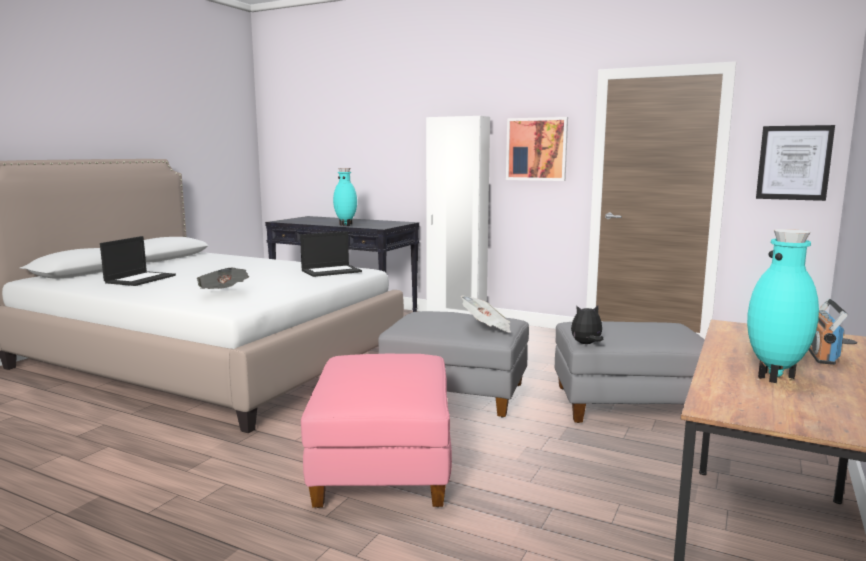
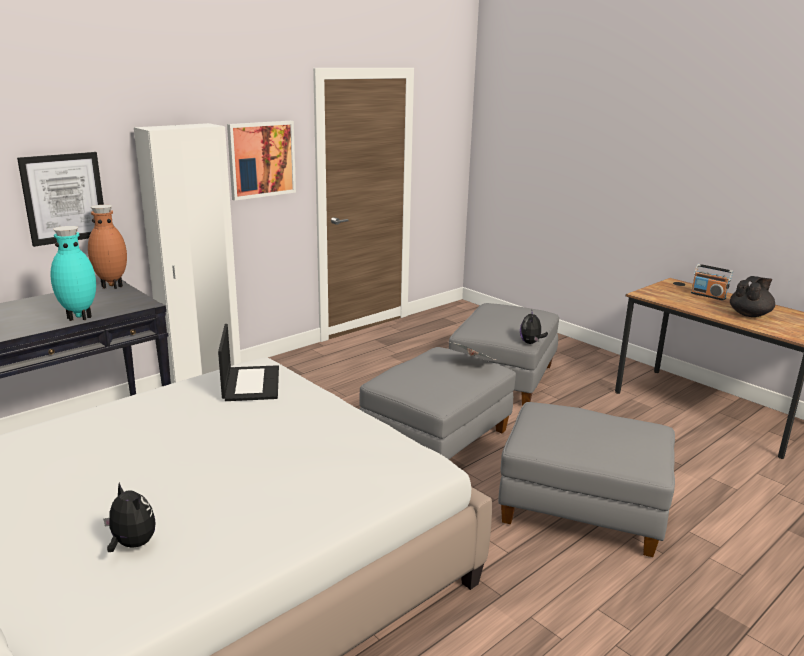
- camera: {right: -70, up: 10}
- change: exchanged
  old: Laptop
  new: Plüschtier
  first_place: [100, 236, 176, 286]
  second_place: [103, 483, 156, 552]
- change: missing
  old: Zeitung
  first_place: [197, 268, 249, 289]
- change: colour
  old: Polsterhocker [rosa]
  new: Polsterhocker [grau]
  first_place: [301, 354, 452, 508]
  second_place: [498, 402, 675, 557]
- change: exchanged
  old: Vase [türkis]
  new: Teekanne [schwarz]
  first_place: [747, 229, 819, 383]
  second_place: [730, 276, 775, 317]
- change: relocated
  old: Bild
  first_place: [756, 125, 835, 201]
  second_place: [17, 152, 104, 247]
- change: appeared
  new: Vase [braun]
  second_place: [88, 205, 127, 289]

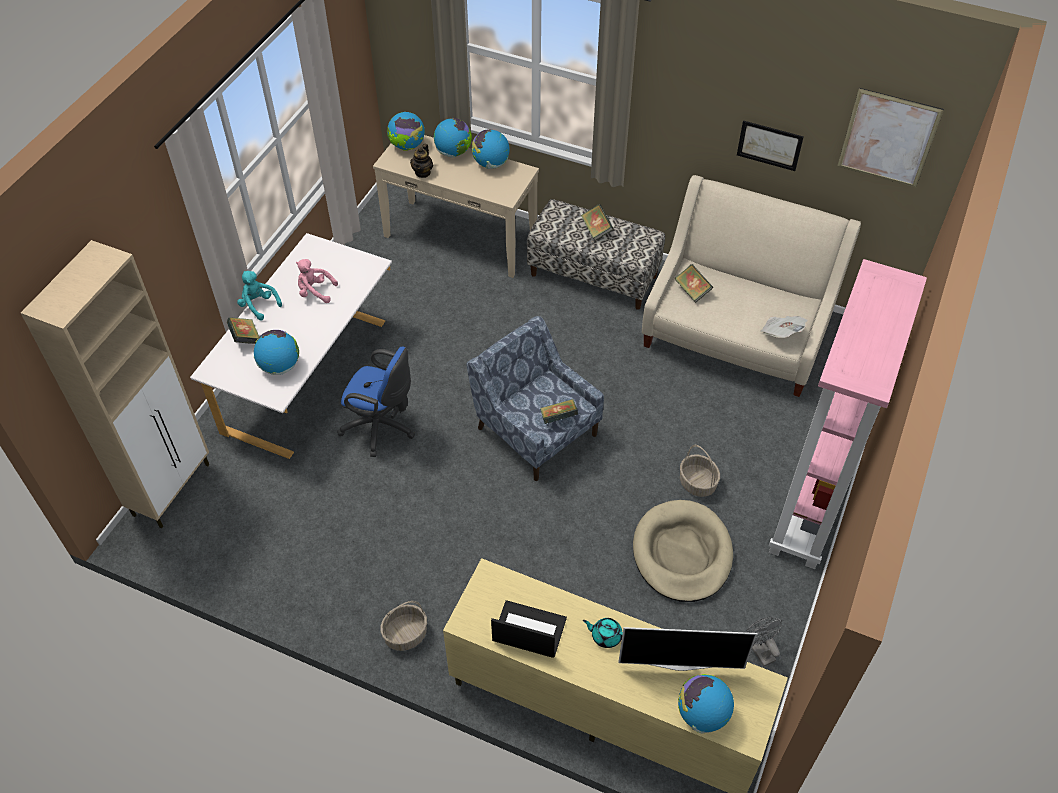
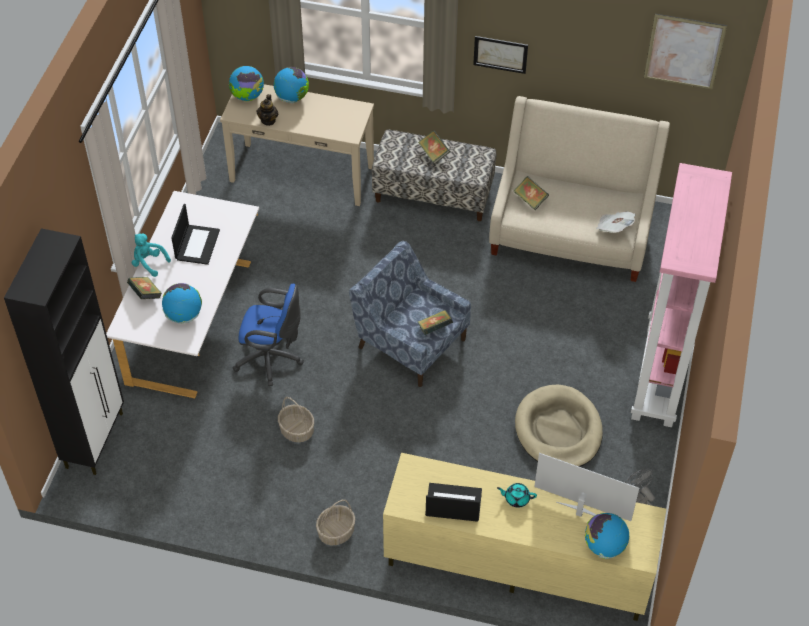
- camera: {right: -10, up: 0}
- change: colour
  old: Schrank [beige]
  new: Schrank [schwarz]
  first_place: [21, 240, 209, 528]
  second_place: [4, 228, 124, 475]
- change: exchanged
  old: Plüschtier [rosa]
  new: Laptop
  first_place: [296, 259, 338, 303]
  second_place: [171, 204, 220, 265]
- change: missing
  old: Globus
  first_place: [472, 129, 510, 169]
- change: spun
  old: Fernseher
  first_place: [618, 627, 757, 671]
  second_place: [534, 453, 639, 521]
  degrees: -150
- change: relocated
  old: Korb
  first_place: [680, 445, 720, 497]
  second_place: [278, 397, 314, 442]
- change: relocated
  old: Bild
  first_place: [737, 121, 804, 171]
  second_place: [473, 36, 528, 74]

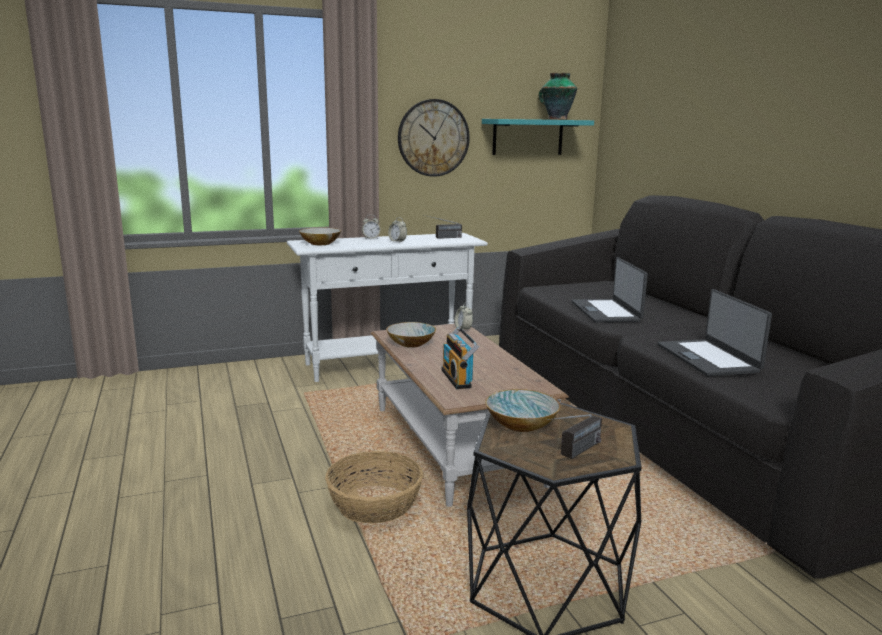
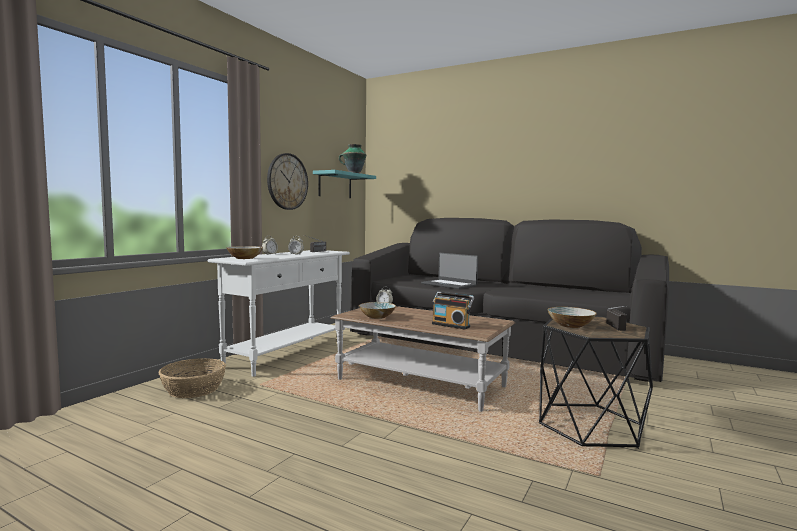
- camera: {right: -40, up: -10}
- change: relocated
  old: Korb
  first_place: [325, 451, 423, 523]
  second_place: [159, 358, 226, 398]
- change: missing
  old: Laptop
  first_place: [658, 289, 772, 376]

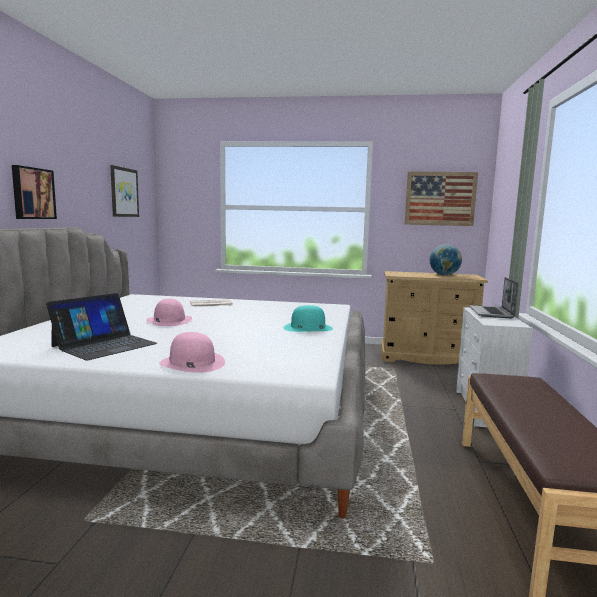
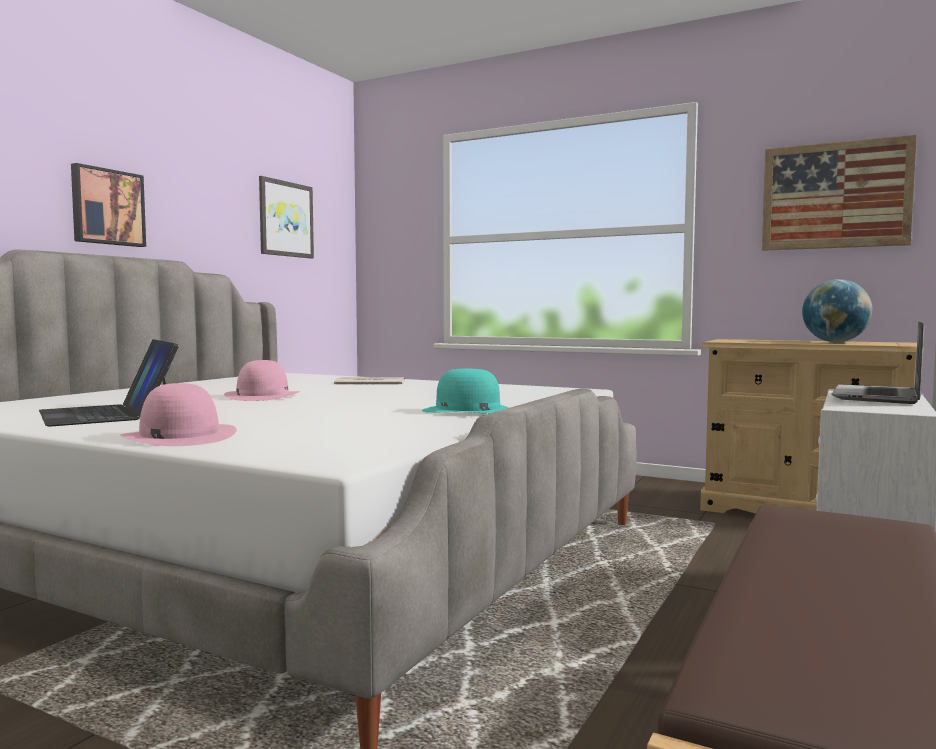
- camera: {right: 20, up: -5}
- change: spun
  old: Laptop
  first_place: [46, 293, 157, 361]
  second_place: [39, 339, 179, 427]
  degrees: 90

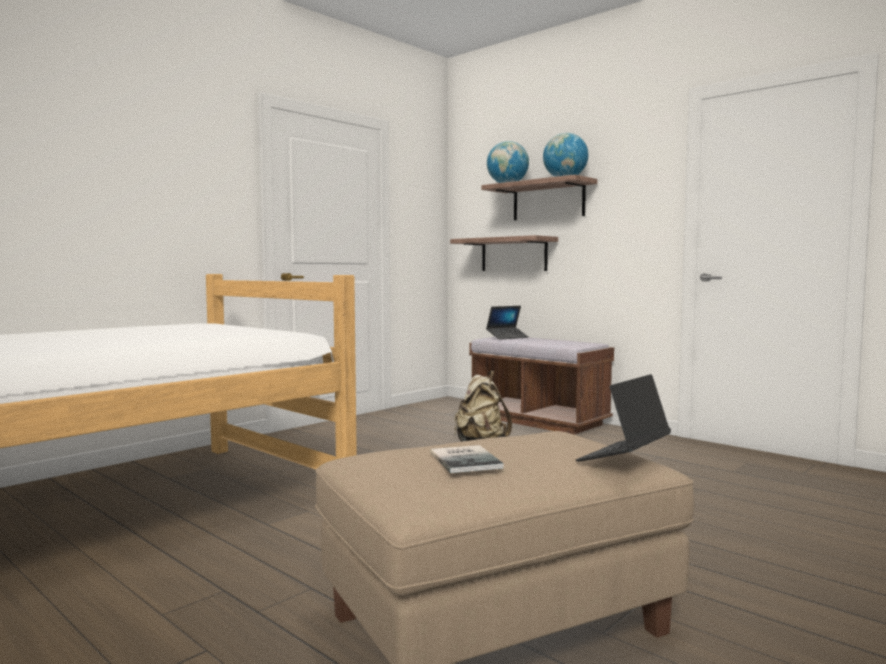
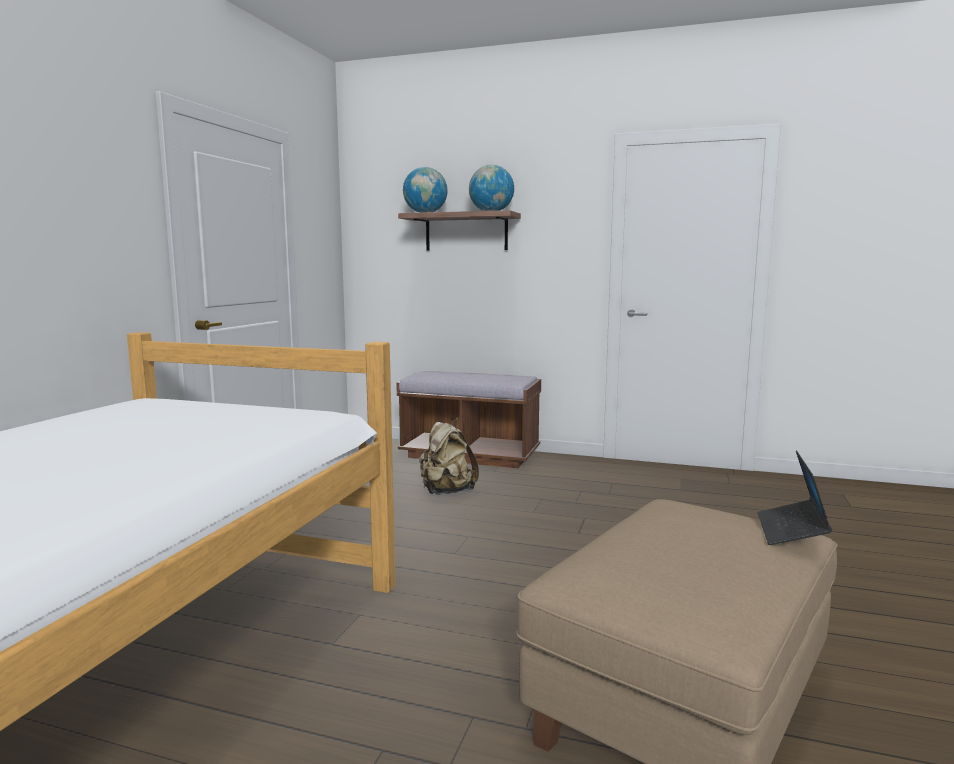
- camera: {right: -25, up: 5}
- change: missing
  old: Buch
  first_place: [431, 445, 504, 473]
- change: missing
  old: Wandregal
  first_place: [450, 235, 558, 271]
- change: missing
  old: Laptop
  first_place: [486, 306, 529, 340]

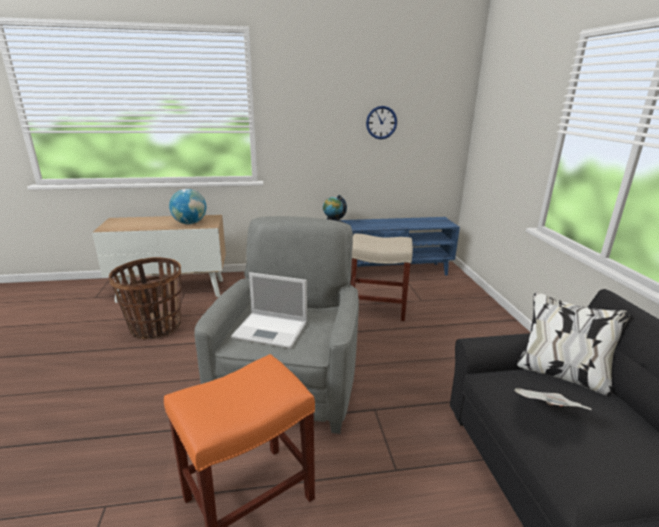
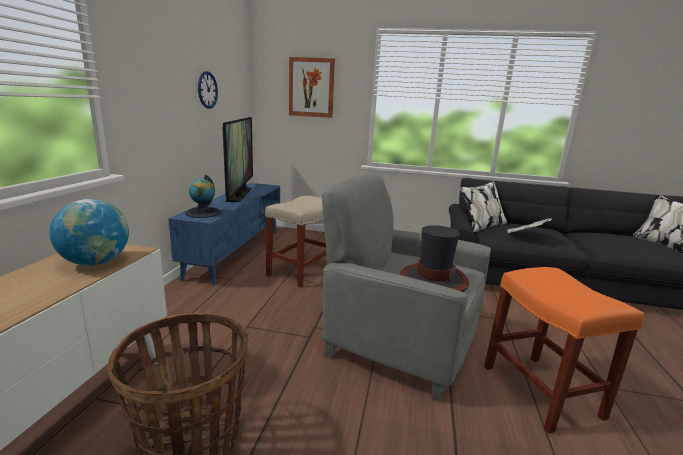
- camera: {right: -70, up: -5}
- change: exchanged
  old: Laptop
  new: Hut
  first_place: [231, 272, 307, 349]
  second_place: [400, 225, 469, 292]
- change: appeared
  new: Fernseher
  second_place: [223, 117, 253, 202]
- change: appeared
  new: Bild
  second_place: [289, 57, 335, 118]

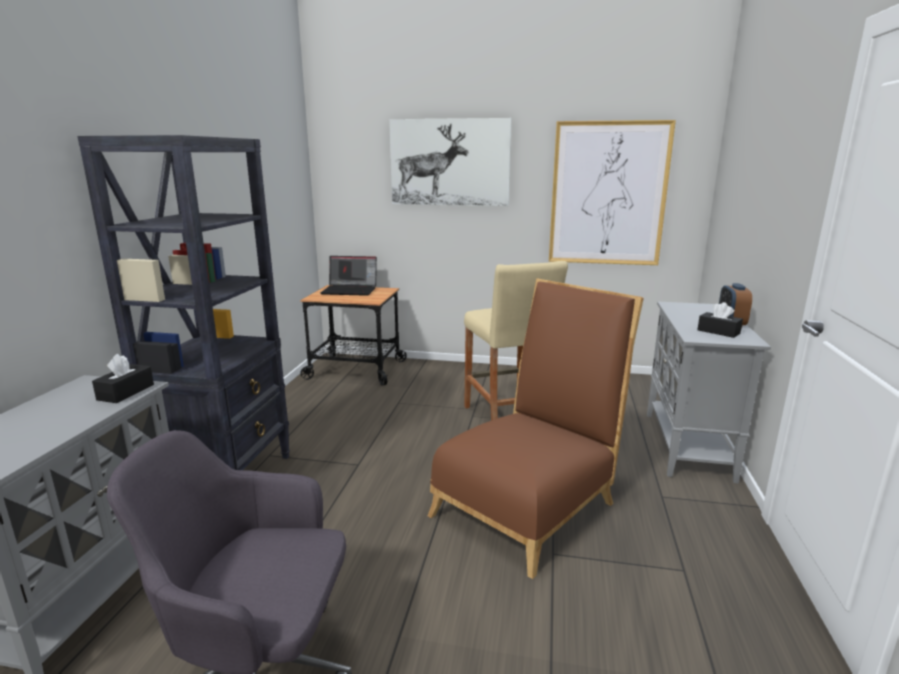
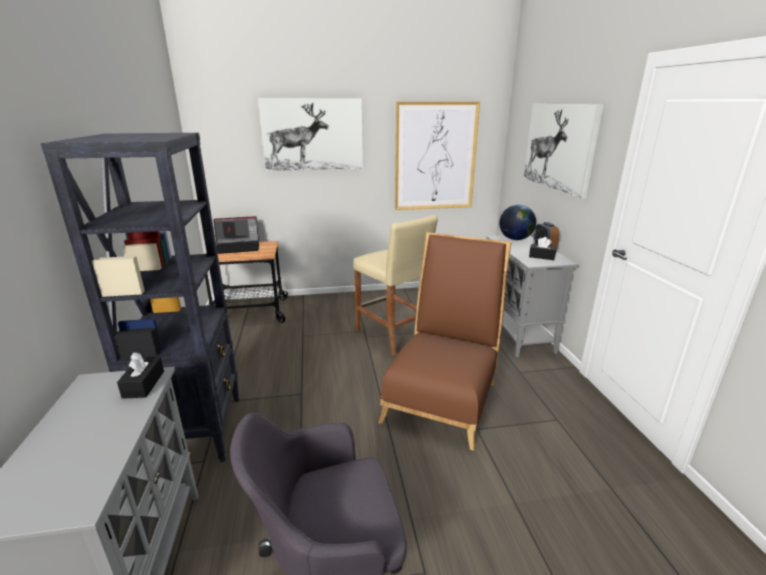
- camera: {right: -20, up: 5}
- change: appeared
  new: Globus
  second_place: [499, 205, 536, 240]
- change: appeared
  new: Bild
  second_place: [524, 104, 604, 199]

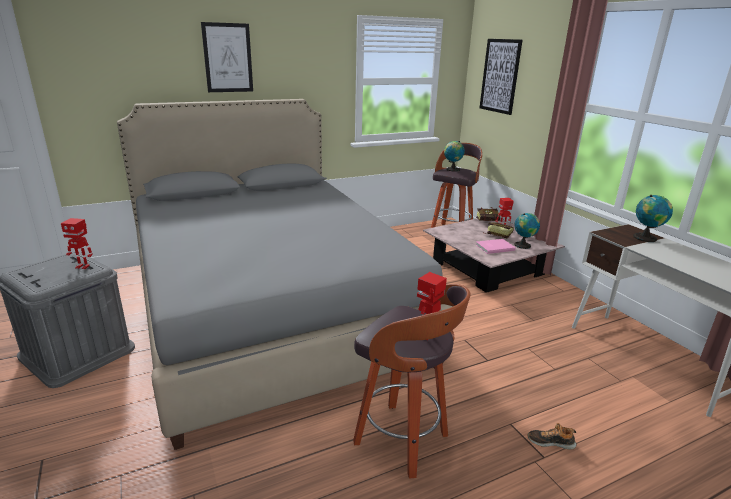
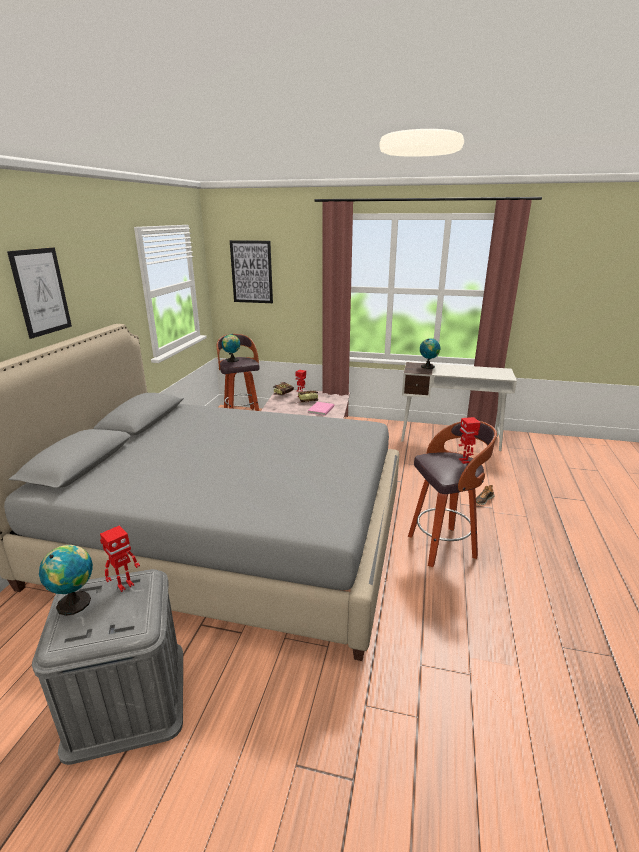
- camera: {right: -50, up: 0}
- change: relocated
  old: Globus
  first_place: [514, 213, 540, 249]
  second_place: [39, 545, 93, 616]

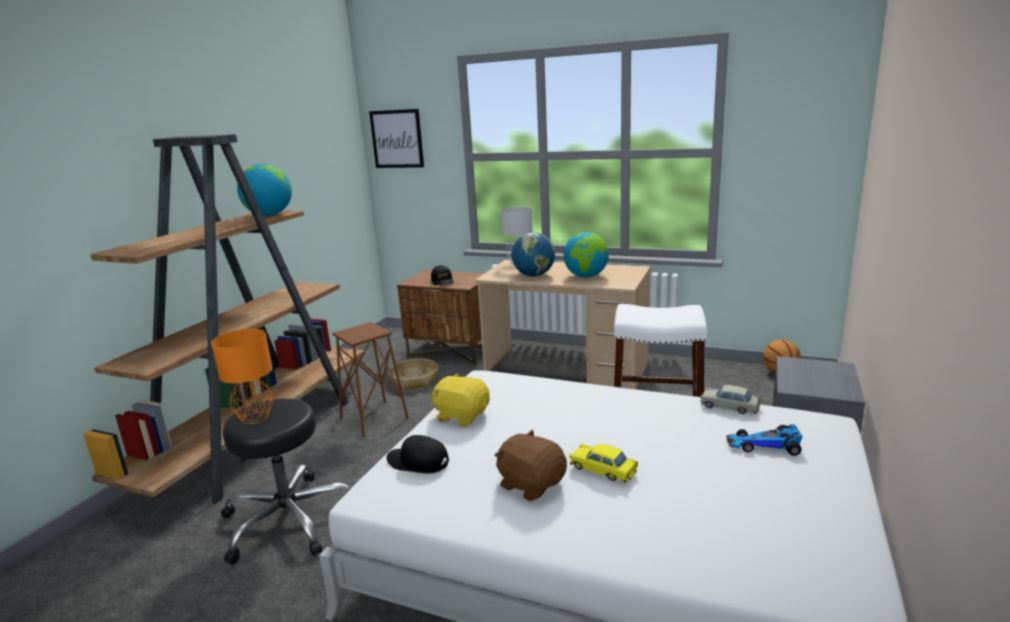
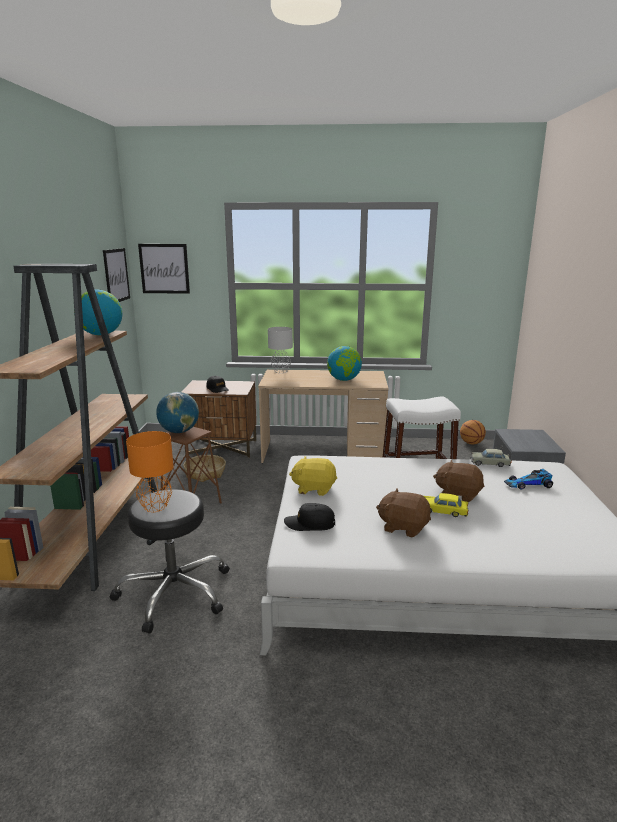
- camera: {right: -20, up: 0}
- change: relocated
  old: Globus
  first_place: [511, 232, 555, 277]
  second_place: [156, 392, 199, 433]
- change: appeared
  new: Bild
  second_place: [103, 248, 130, 302]
- change: appeared
  new: Plüschtier [braun]
  second_place: [433, 460, 484, 502]

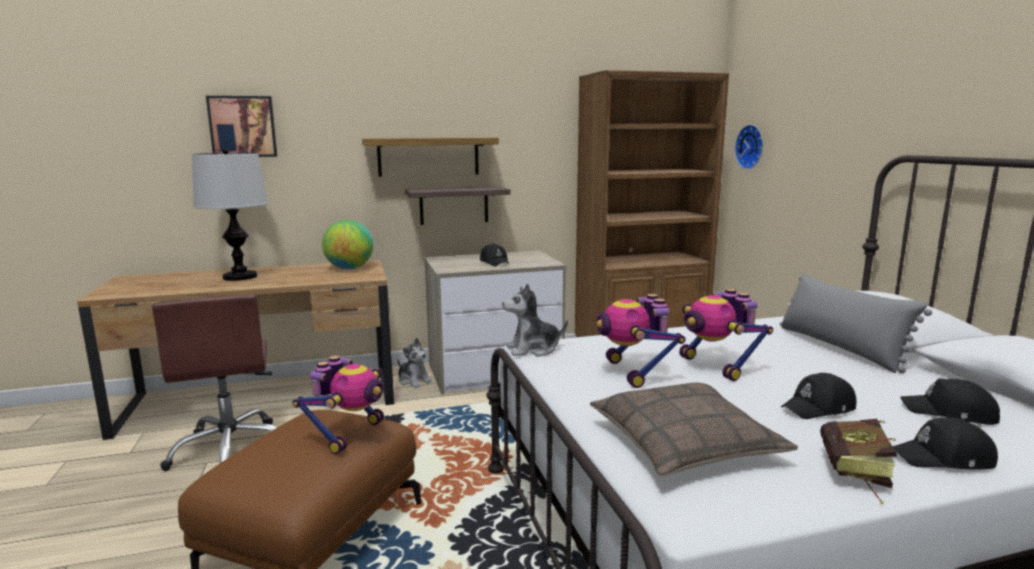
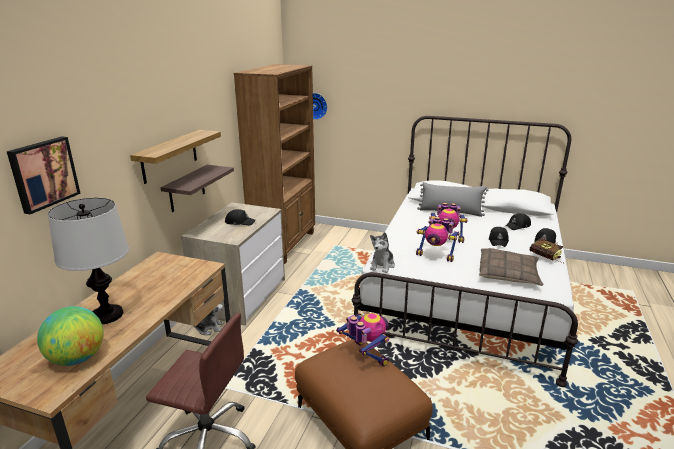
- camera: {right: -55, up: 10}
- change: relocated
  old: Globus
  first_place: [322, 220, 373, 269]
  second_place: [37, 306, 104, 366]

